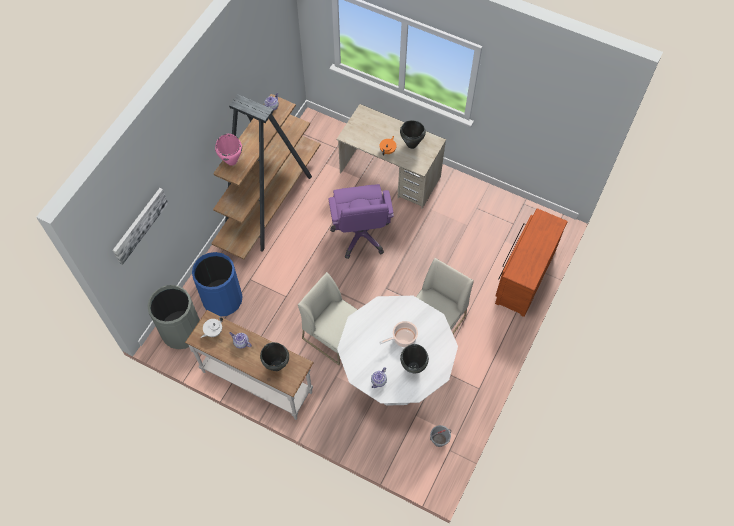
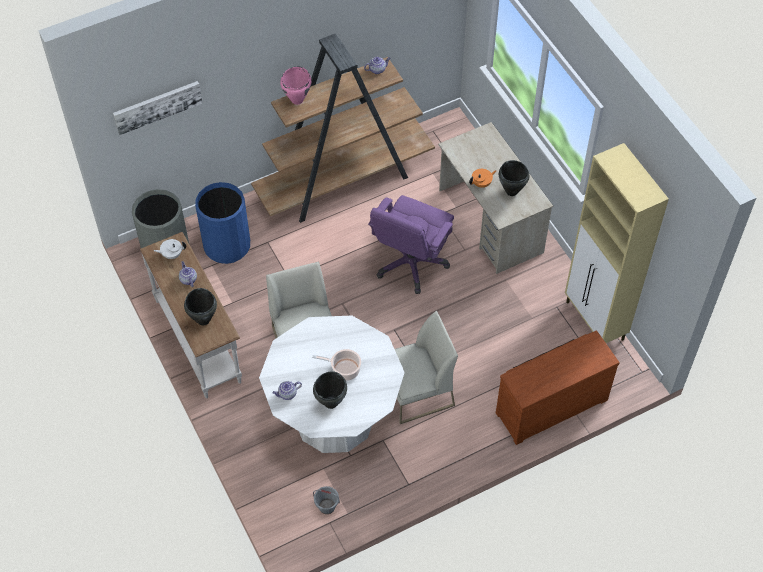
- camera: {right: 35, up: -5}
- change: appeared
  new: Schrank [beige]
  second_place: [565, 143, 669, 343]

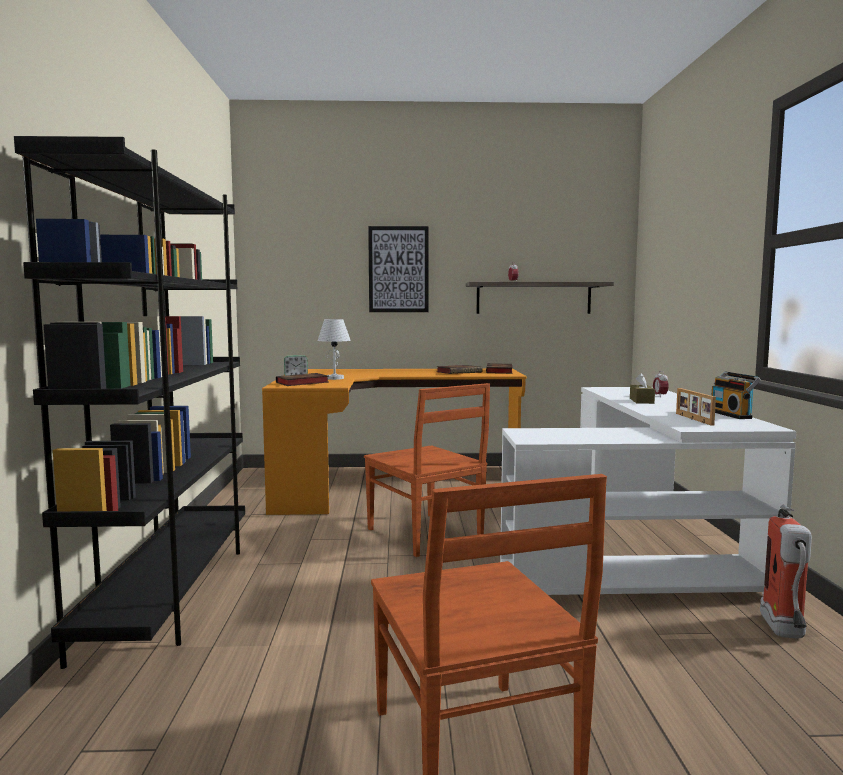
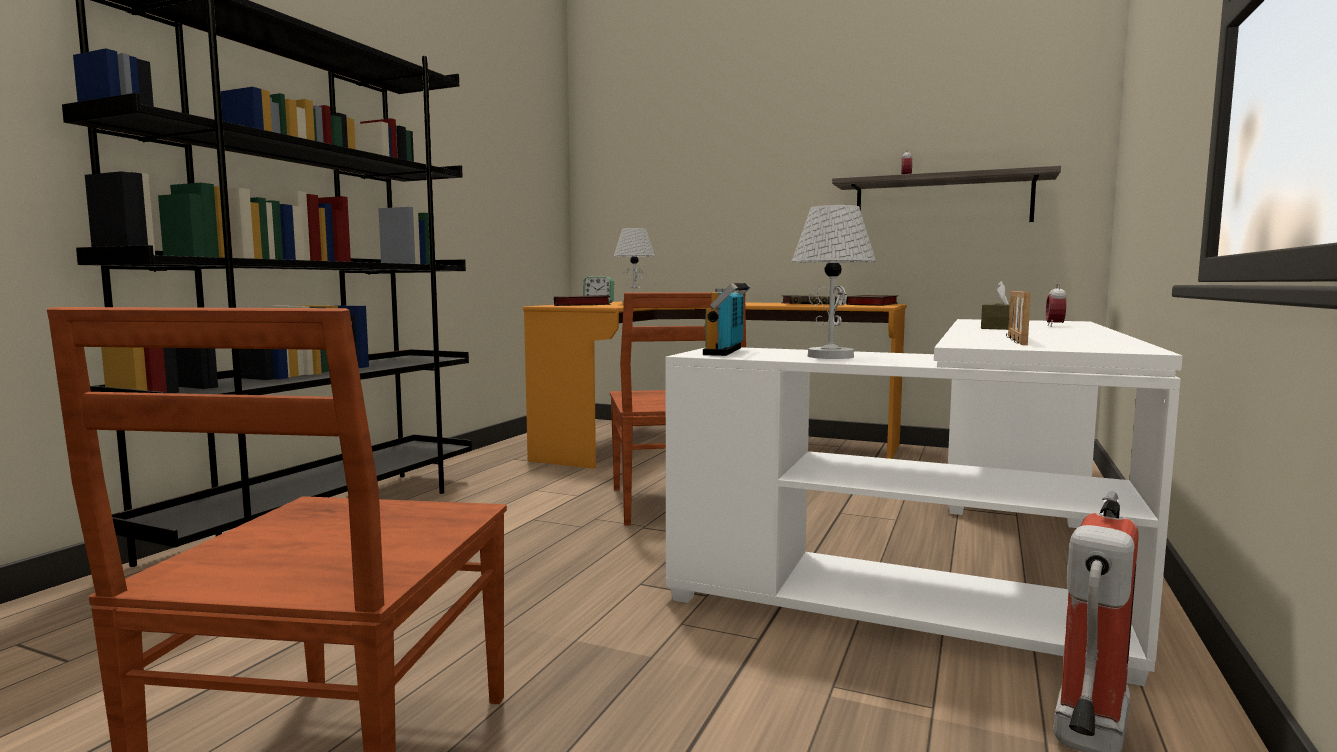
- camera: {right: 25, up: 0}
- change: missing
  old: Bild
  first_place: [368, 226, 429, 312]
- change: relocated
  old: Radio
  first_place: [711, 372, 761, 419]
  second_place: [703, 283, 751, 356]
- change: appeared
  new: Tischlampe [weiß]
  second_place: [791, 205, 876, 359]

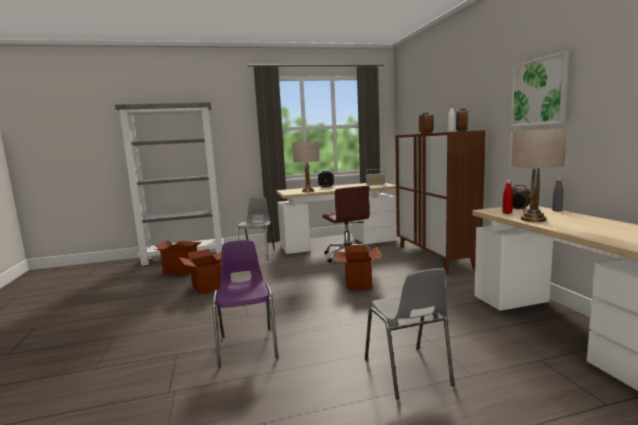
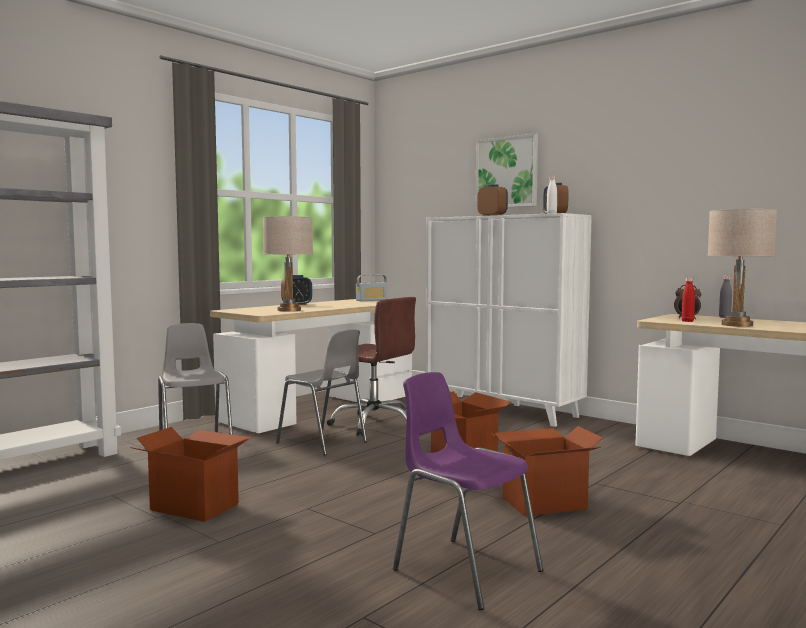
- camera: {right: -35, up: -5}
- change: relocated
  old: Karton
  first_place: [155, 241, 202, 275]
  second_place: [490, 426, 603, 516]
- change: relocated
  old: Stuhl [grau]
  first_place: [365, 268, 454, 400]
  second_place: [276, 329, 367, 455]
- change: colour
  old: Schrank [braun]
  new: Schrank [weiß]
  first_place: [395, 130, 486, 273]
  second_place: [426, 213, 592, 427]
- change: relocated
  old: Bild
  first_place: [511, 51, 569, 127]
  second_place: [476, 133, 538, 209]

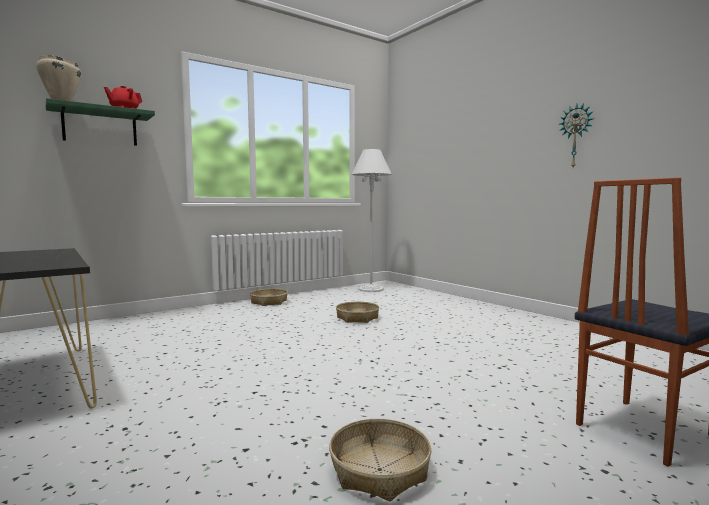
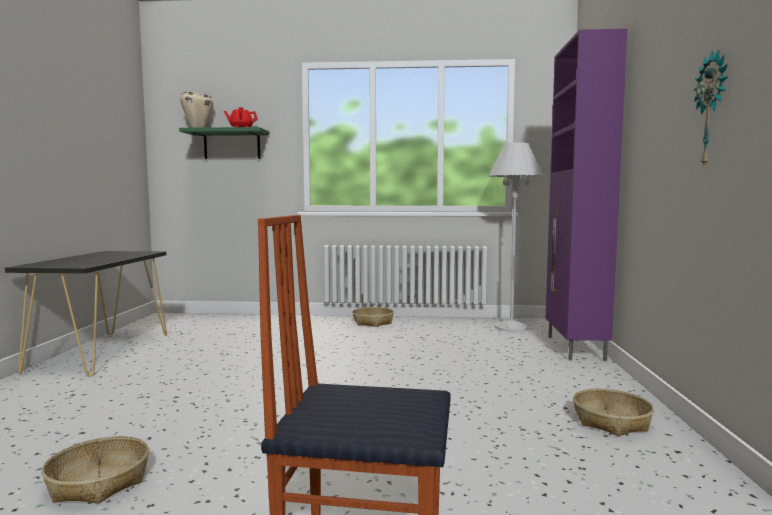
- camera: {right: 40, up: 0}
- change: relocated
  old: Korb
  first_place: [336, 302, 379, 323]
  second_place: [573, 389, 654, 436]
- change: appeared
  new: Schrank [lila]
  second_place: [545, 29, 627, 361]

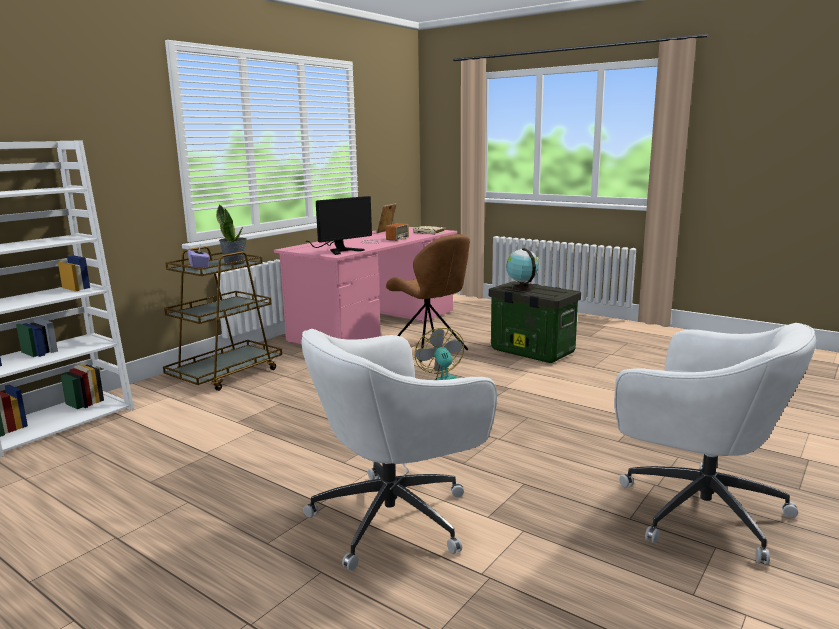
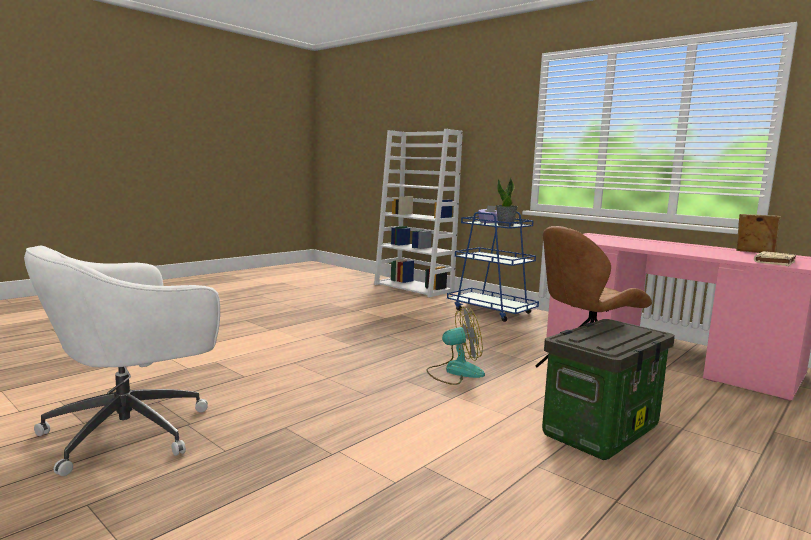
- camera: {right: 95, up: -5}
- change: colour
  old: Rollwagen [braun]
  new: Rollwagen [blau]
  first_place: [163, 246, 282, 391]
  second_place: [447, 212, 539, 322]
- change: missing
  old: Bürostuhl [weiß]
  first_place: [301, 329, 497, 571]
- change: missing
  old: Monitor
  first_place: [306, 196, 372, 255]
- change: missing
  old: Radio
  first_place: [361, 223, 409, 244]
- change: missing
  old: Globus
  first_place: [506, 248, 538, 291]

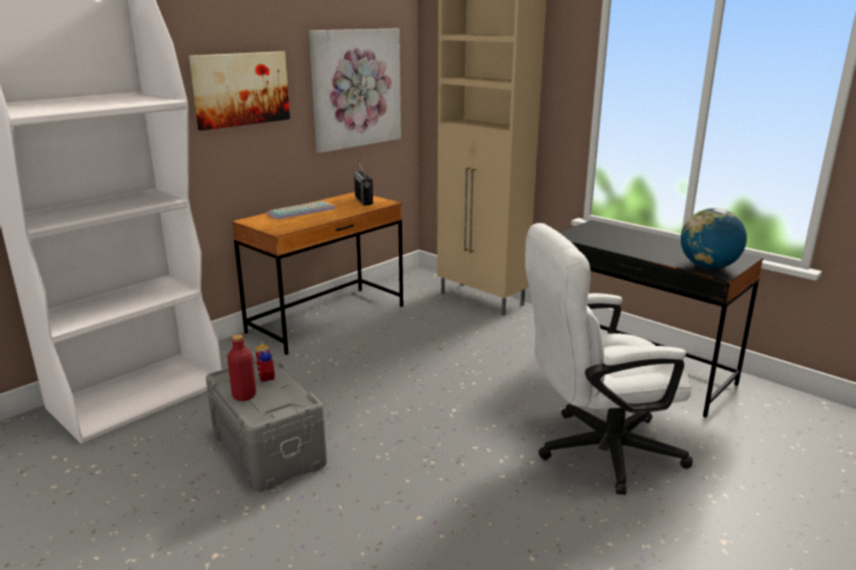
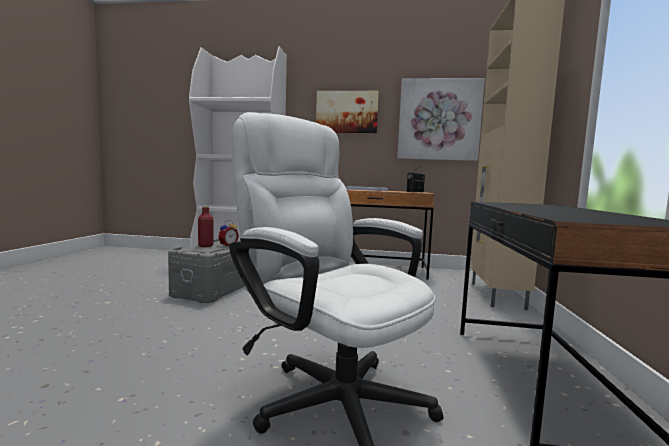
- camera: {right: 55, up: -15}
- change: missing
  old: Globus
  first_place: [681, 208, 747, 269]

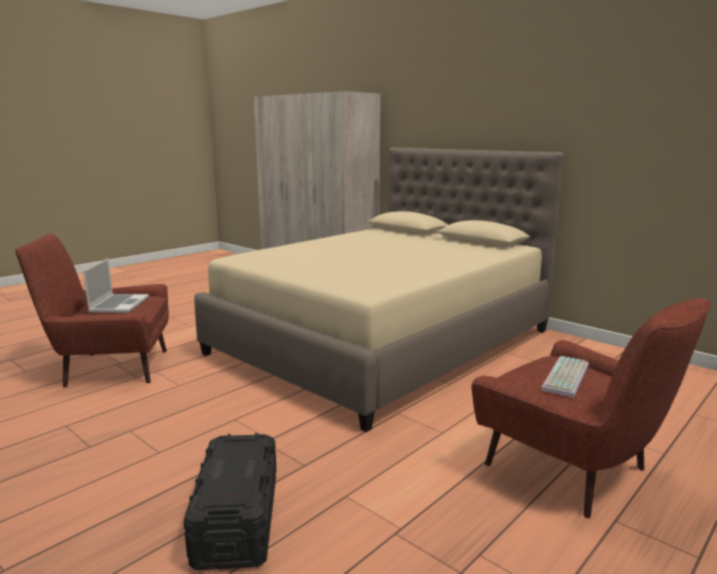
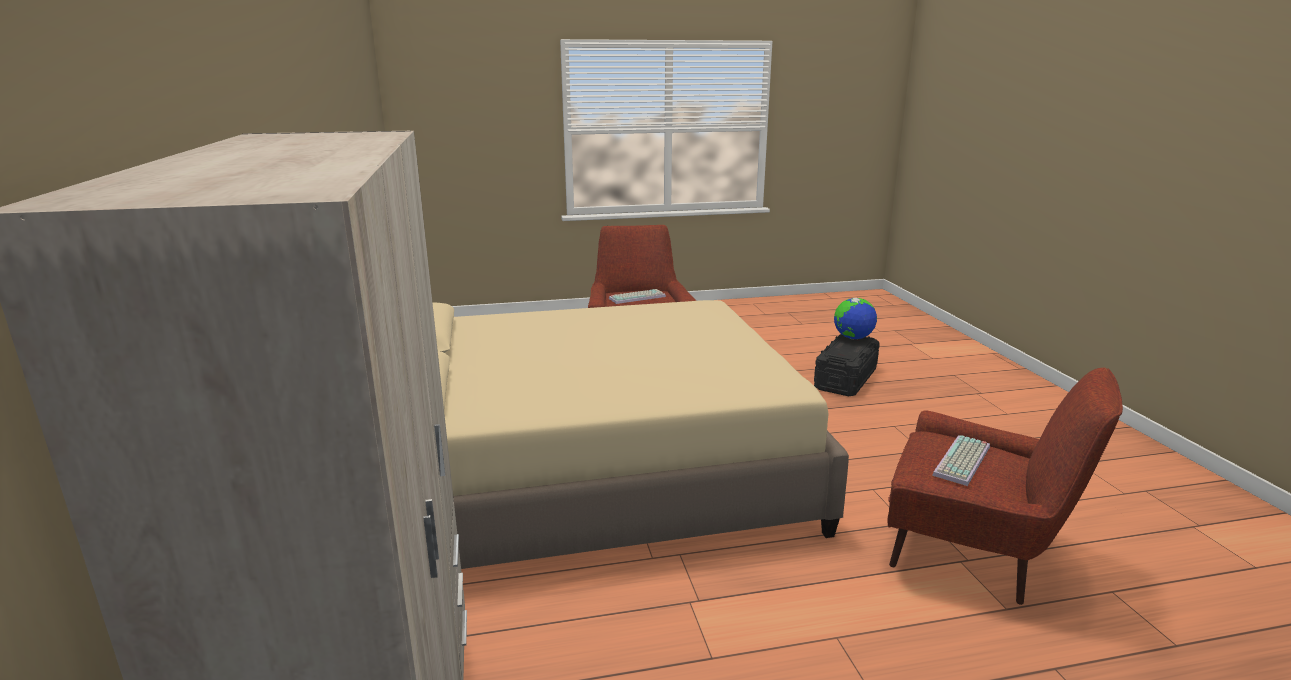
- camera: {right: -145, up: 5}
- change: exchanged
  old: Laptop
  new: Tastatur
  first_place: [83, 258, 149, 313]
  second_place: [932, 435, 990, 486]
- change: appeared
  new: Globus
  second_place: [834, 298, 877, 339]

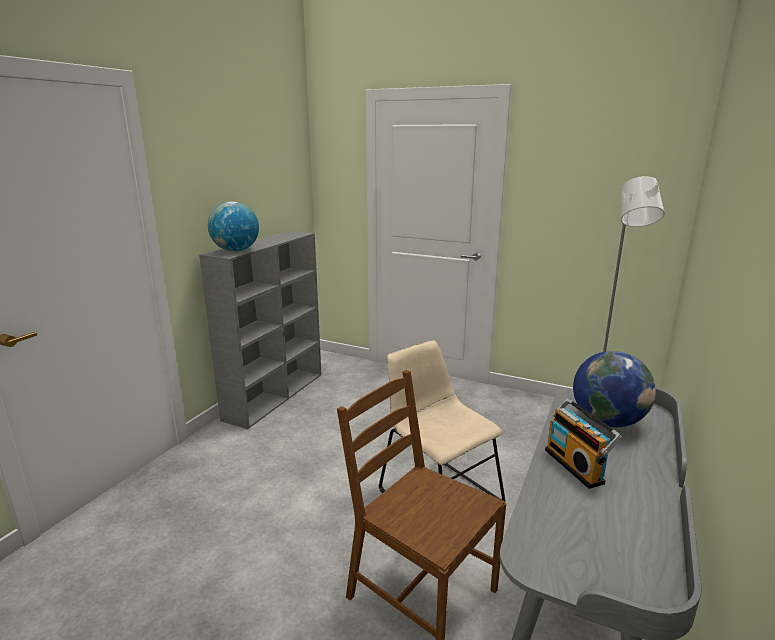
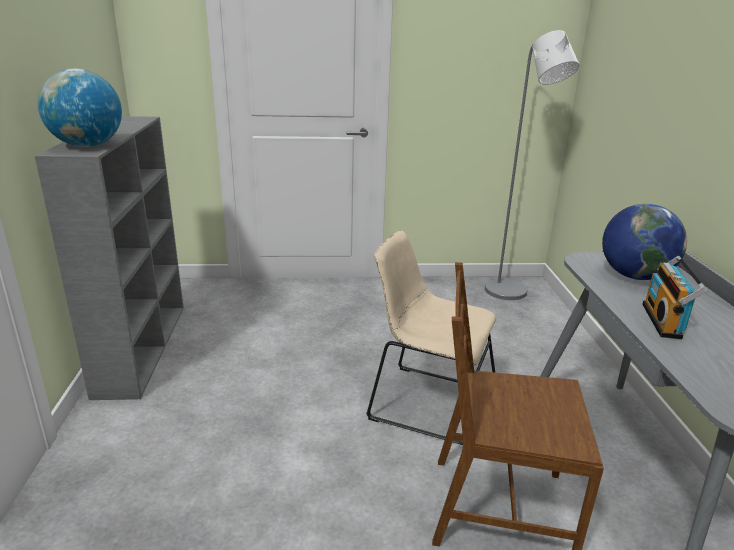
- camera: {right: -30, up: 5}
- change: spun
  old: Radio
  first_place: [545, 398, 622, 489]
  second_place: [642, 256, 708, 339]
  degrees: 60

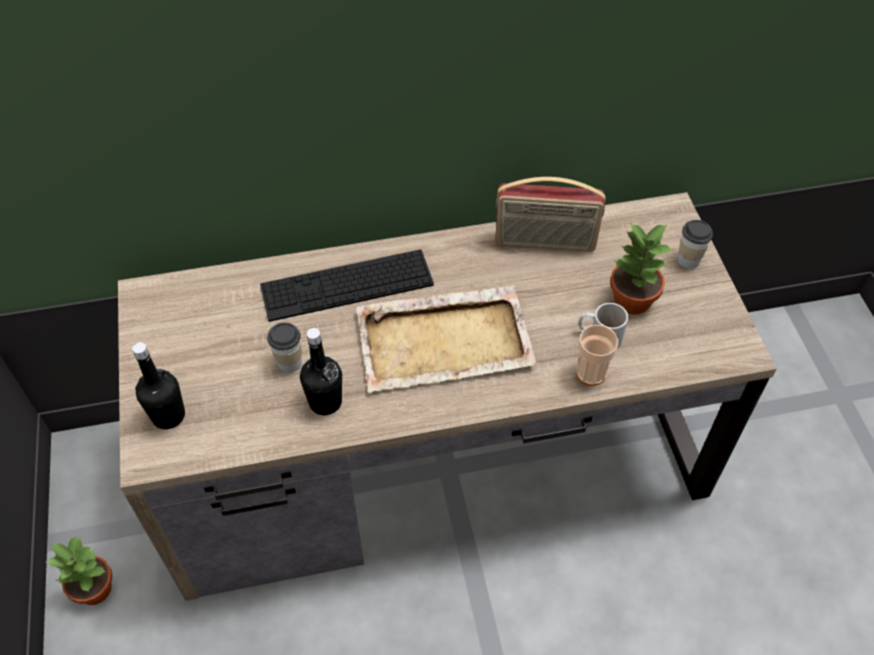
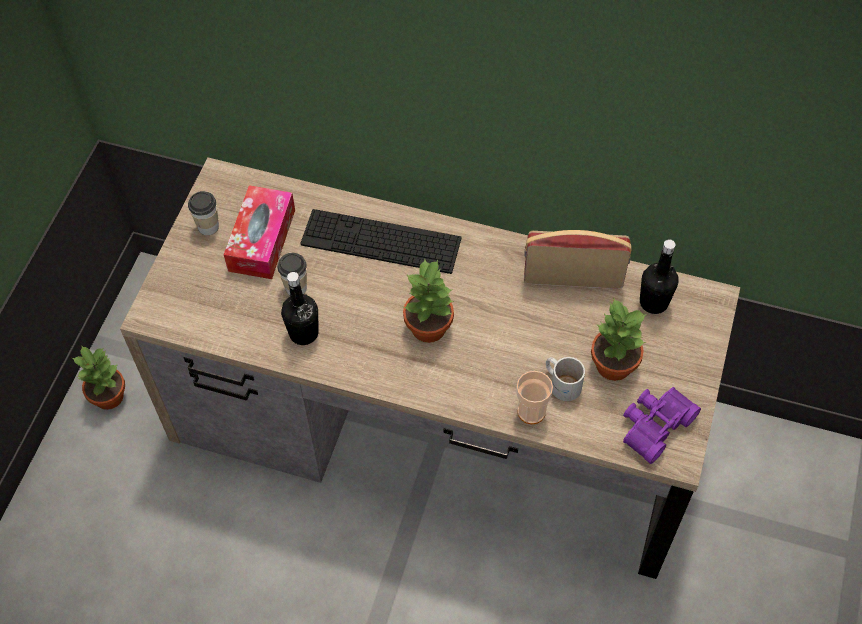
- camera: {right: 30, up: 5}
- change: relocated
  old: Flasche [schwarz]
  first_place: [132, 342, 185, 429]
  second_place: [640, 239, 678, 314]
- change: exchanged
  old: Tablett [beige]
  new: Topfpflanze
  first_place: [356, 285, 537, 393]
  second_place: [403, 259, 454, 343]
- change: spun
  old: Radio
  first_place: [495, 177, 605, 252]
  second_place: [524, 230, 631, 289]
  degrees: 150
- change: relocated
  old: Tasse
  first_place: [678, 220, 713, 269]
  second_place: [188, 191, 219, 235]
- change: appeared
  new: Taschentuchbox
  second_place: [224, 185, 295, 279]
- change: appeared
  new: Fernglas [lila]
  second_place: [623, 387, 701, 464]

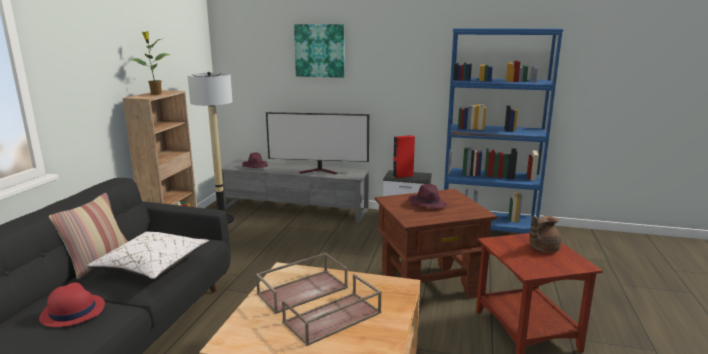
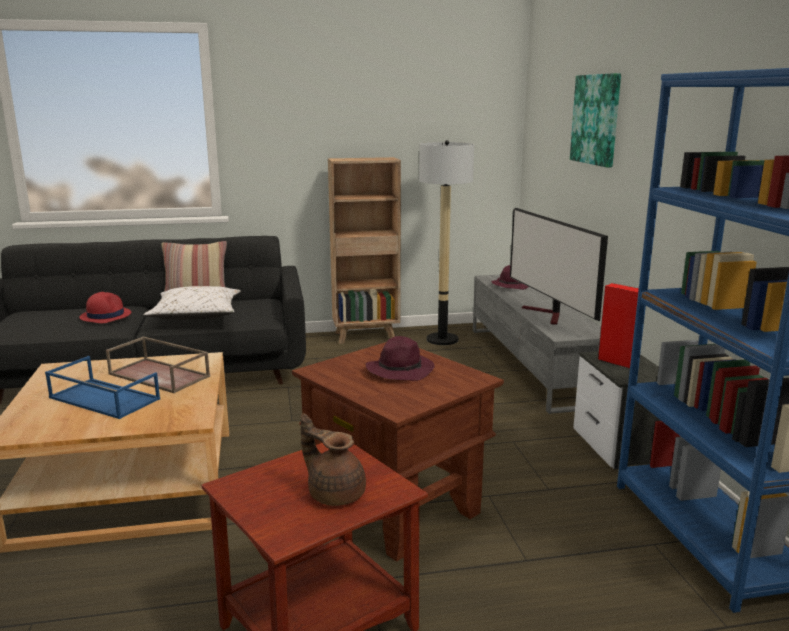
- camera: {right: 65, up: 0}
- change: missing
  old: Topfpflanze
  first_place: [131, 31, 171, 95]
- change: colour
  old: Tablett [braun]
  new: Tablett [blau]
  first_place: [282, 274, 382, 346]
  second_place: [45, 356, 160, 419]

